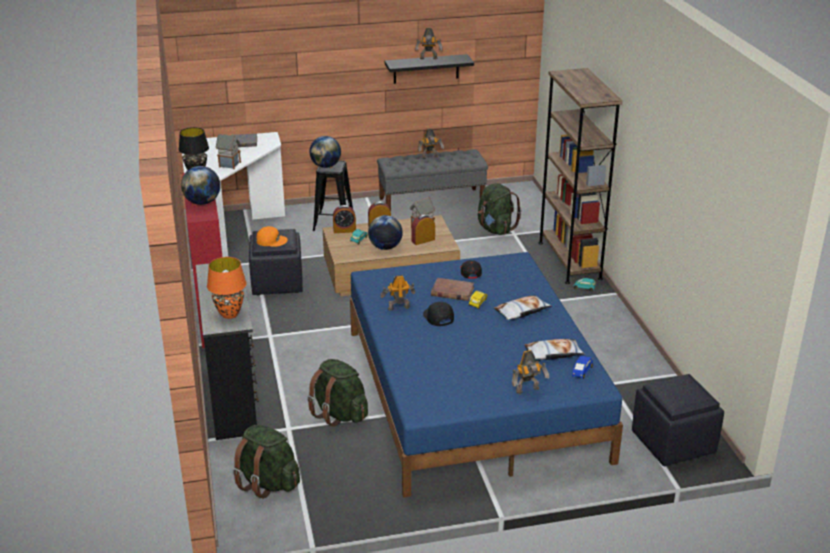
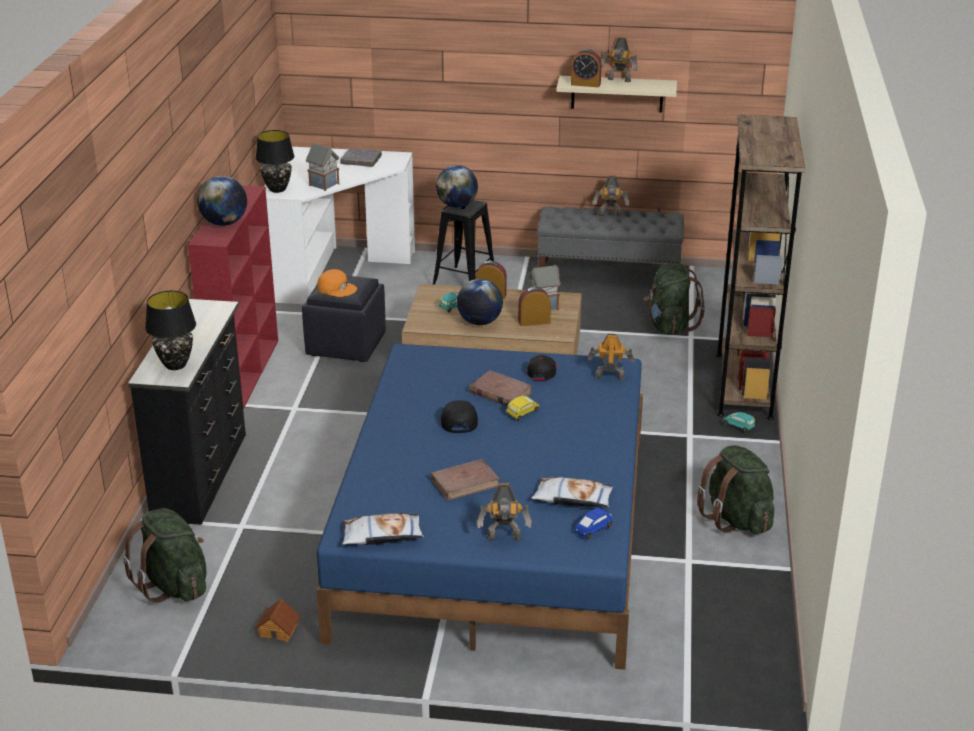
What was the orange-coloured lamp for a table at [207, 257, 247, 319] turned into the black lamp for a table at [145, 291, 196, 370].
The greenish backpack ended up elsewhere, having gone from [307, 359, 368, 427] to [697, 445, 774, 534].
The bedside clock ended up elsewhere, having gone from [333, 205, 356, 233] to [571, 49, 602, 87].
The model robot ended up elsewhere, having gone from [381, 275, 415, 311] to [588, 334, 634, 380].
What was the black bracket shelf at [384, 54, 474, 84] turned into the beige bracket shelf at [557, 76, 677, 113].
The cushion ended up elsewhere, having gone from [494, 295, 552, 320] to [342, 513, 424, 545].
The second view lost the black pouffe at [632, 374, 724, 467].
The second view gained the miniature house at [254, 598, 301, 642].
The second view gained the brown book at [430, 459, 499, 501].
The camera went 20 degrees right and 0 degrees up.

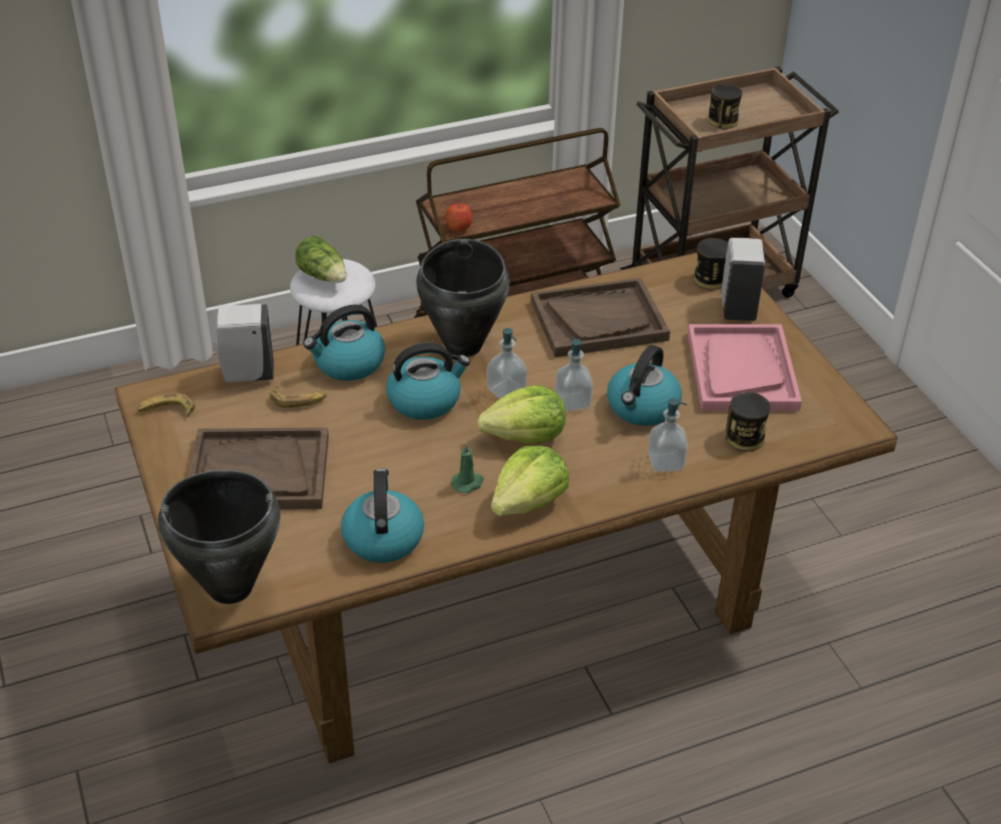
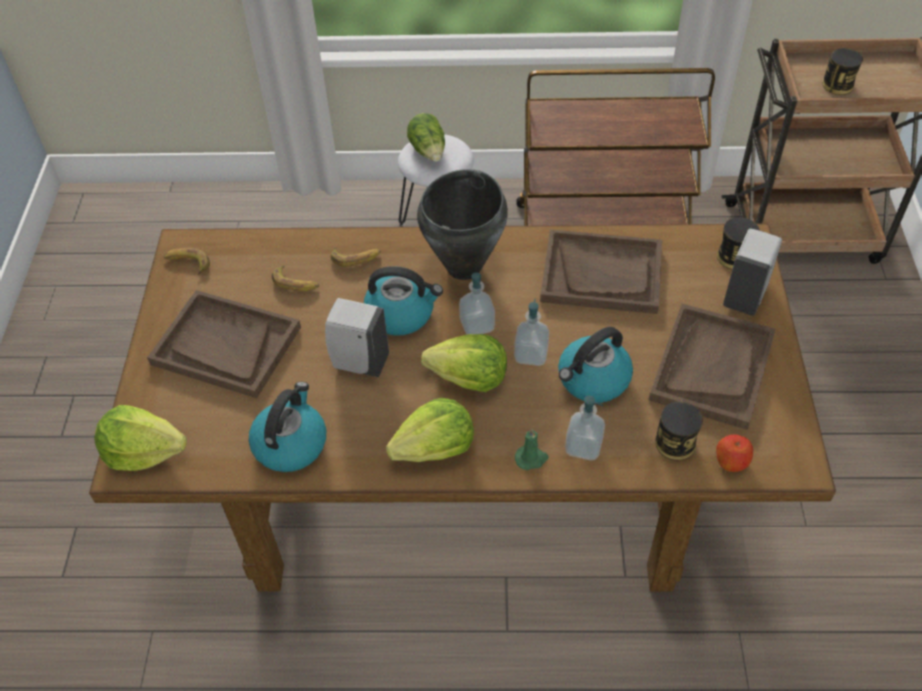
Where the black saucepot stood at [158, 470, 281, 604], the head of lettuce came to stand at [94, 405, 187, 471].
The white soap dispenser ended up elsewhere, having gone from [215, 304, 274, 383] to [325, 298, 389, 377].
Where the tea kettle stood at [303, 305, 385, 381], the whole banana came to stand at [331, 248, 381, 267].
The whole apple ended up elsewhere, having gone from [445, 203, 472, 231] to [716, 434, 753, 472].
The greenish candle ended up elsewhere, having gone from [451, 443, 484, 493] to [515, 428, 548, 470].
What was the pink-coloured serving tray at [688, 324, 802, 411] turned into the brown serving tray at [649, 304, 776, 430].
The camera went 25 degrees right and 10 degrees up.

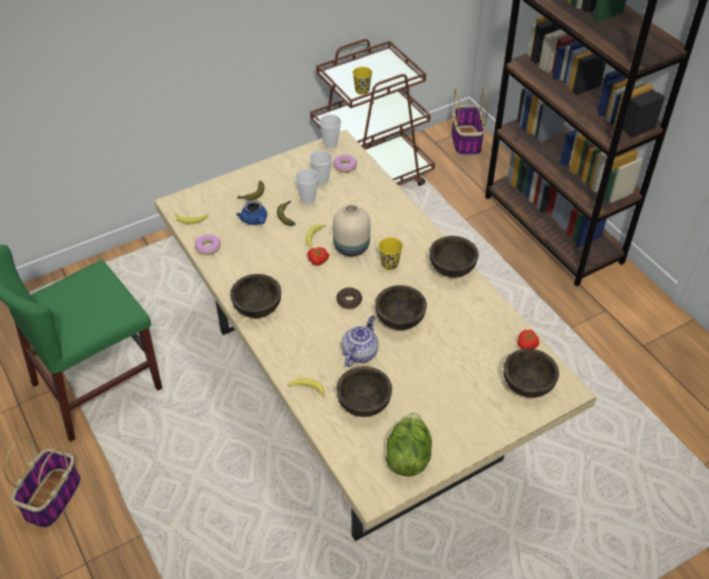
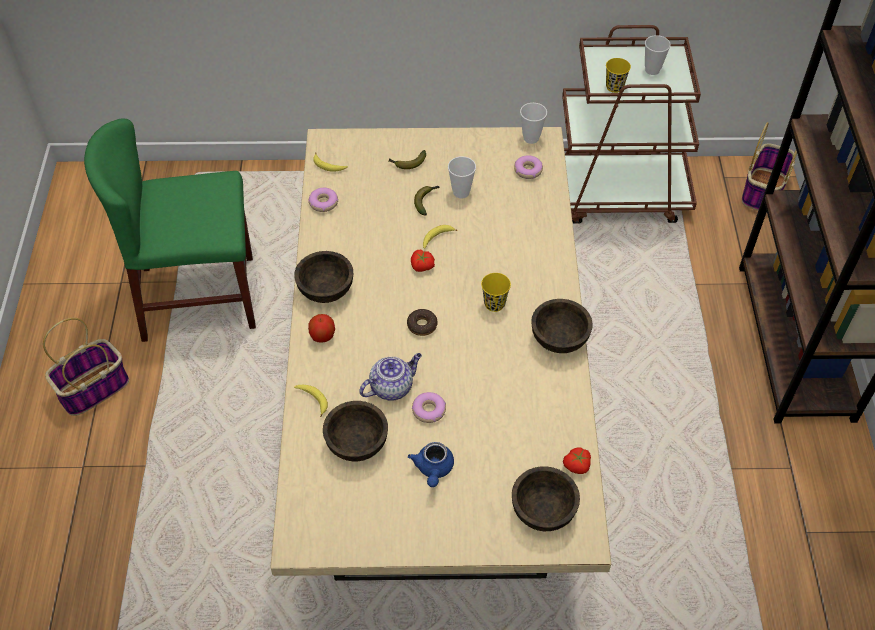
The bluish teapot ended up elsewhere, having gone from [236, 200, 267, 225] to [408, 442, 454, 487].
The small cup ended up elsewhere, having gone from [309, 150, 332, 185] to [645, 35, 671, 75].
The second view lost the beige flower vase at [333, 204, 370, 256].
The second view lost the brown deep dish at [375, 285, 427, 330].
The second view lost the head of lettuce at [386, 413, 432, 477].
The second view gained the whole apple at [308, 314, 335, 343].
The second view gained the donut at [412, 392, 446, 423].
The camera went 30 degrees right and 5 degrees up.

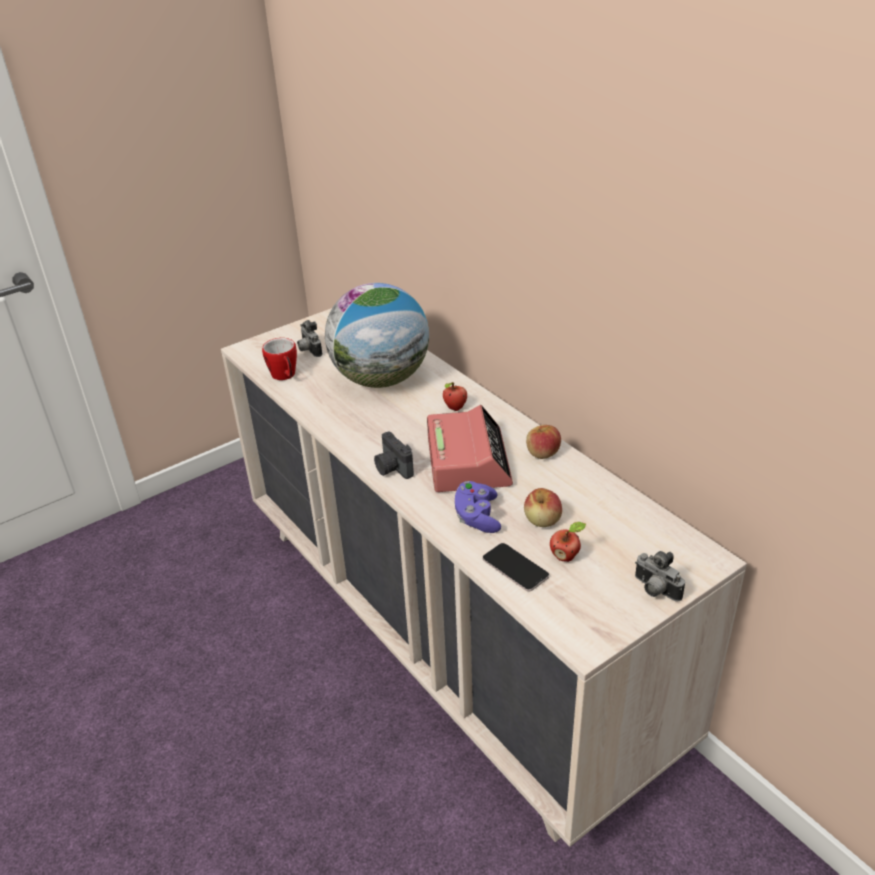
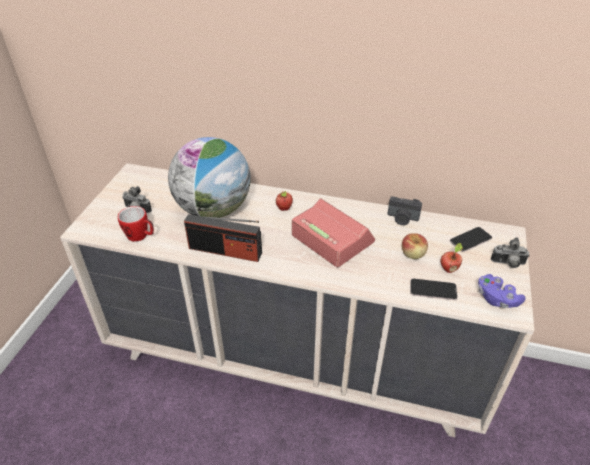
The photo camera ended up elsewhere, having gone from [374, 432, 414, 479] to [388, 196, 422, 225].
The purple-coloured game controller ended up elsewhere, having gone from [455, 481, 501, 533] to [478, 274, 525, 308].
The second view lost the whole apple at [526, 425, 561, 459].
The second view gained the radio set at [184, 214, 262, 262].
The second view gained the telephone at [450, 227, 492, 252].
The camera went 40 degrees left and 5 degrees up.

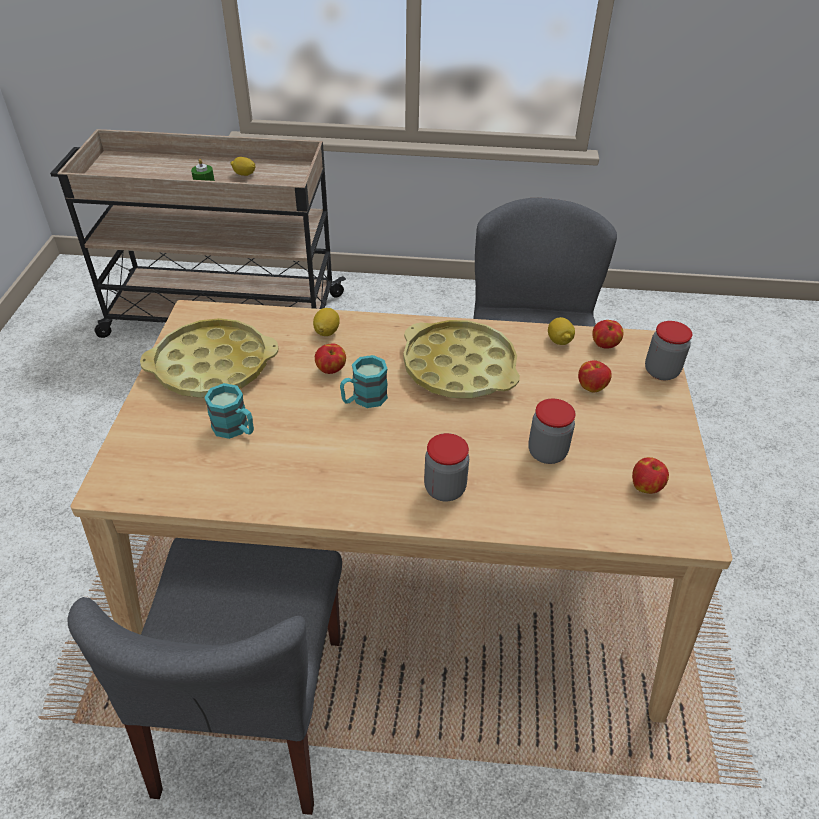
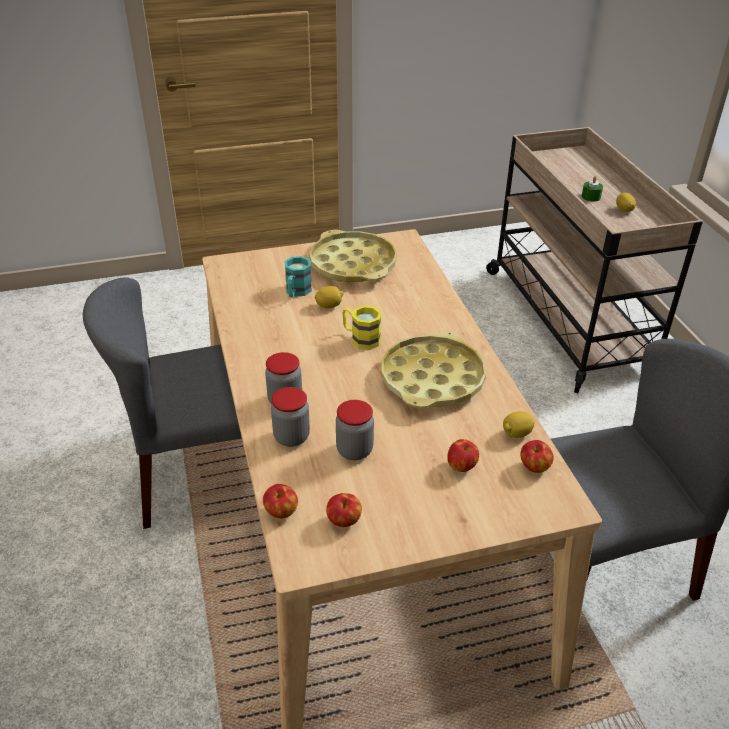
The whole lemon ended up elsewhere, having gone from [313, 308, 340, 336] to [315, 286, 344, 309].
The whole apple ended up elsewhere, having gone from [315, 343, 346, 374] to [263, 484, 298, 518].
What was the turquoise-coloured coffee mug at [340, 355, 388, 408] turned into the yellow-coloured coffee mug at [342, 306, 382, 350].
The preserve jar ended up elsewhere, having gone from [645, 321, 693, 380] to [271, 387, 310, 447].
The camera went 70 degrees right and 5 degrees down.

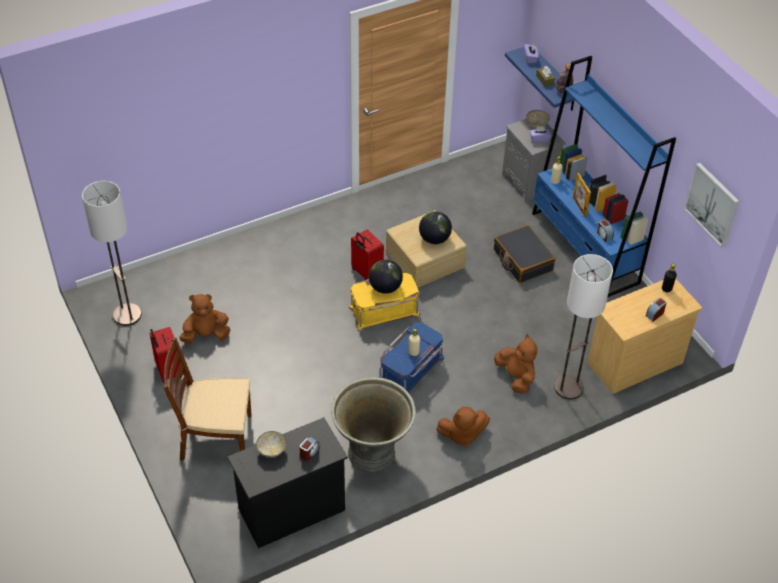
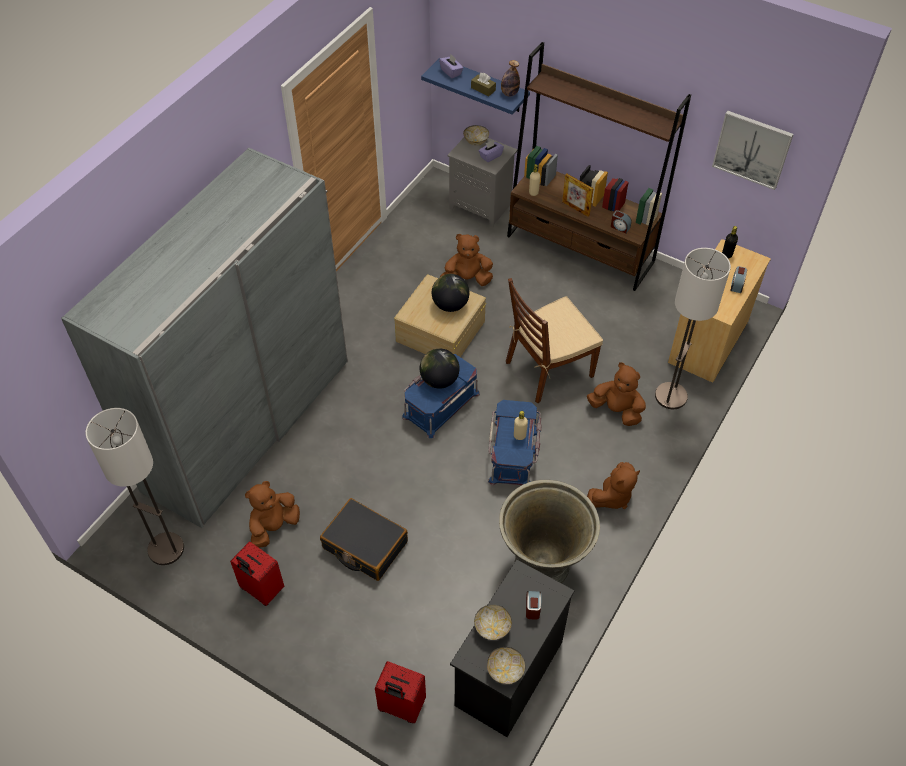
The brown plain chair ended up elsewhere, having gone from [163, 337, 252, 461] to [506, 278, 603, 403].
What was the yellow-coloured storage container at [349, 273, 420, 331] turned into the bluish storage container at [402, 354, 480, 438].
The red suitcase ended up elsewhere, having gone from [351, 229, 384, 280] to [375, 661, 426, 723].
The black suitcase ended up elsewhere, having gone from [494, 225, 555, 283] to [320, 498, 408, 581].
What was the bluish bookshelf at [532, 56, 676, 297] turned into the brown bookshelf at [507, 42, 691, 291].
The second view gained the greyish wardrobe at [61, 148, 348, 528].
The second view gained the brown plush toy at [440, 234, 493, 286].
The second view gained the deep dish at [487, 647, 526, 684].
The camera went 30 degrees left and 5 degrees up.

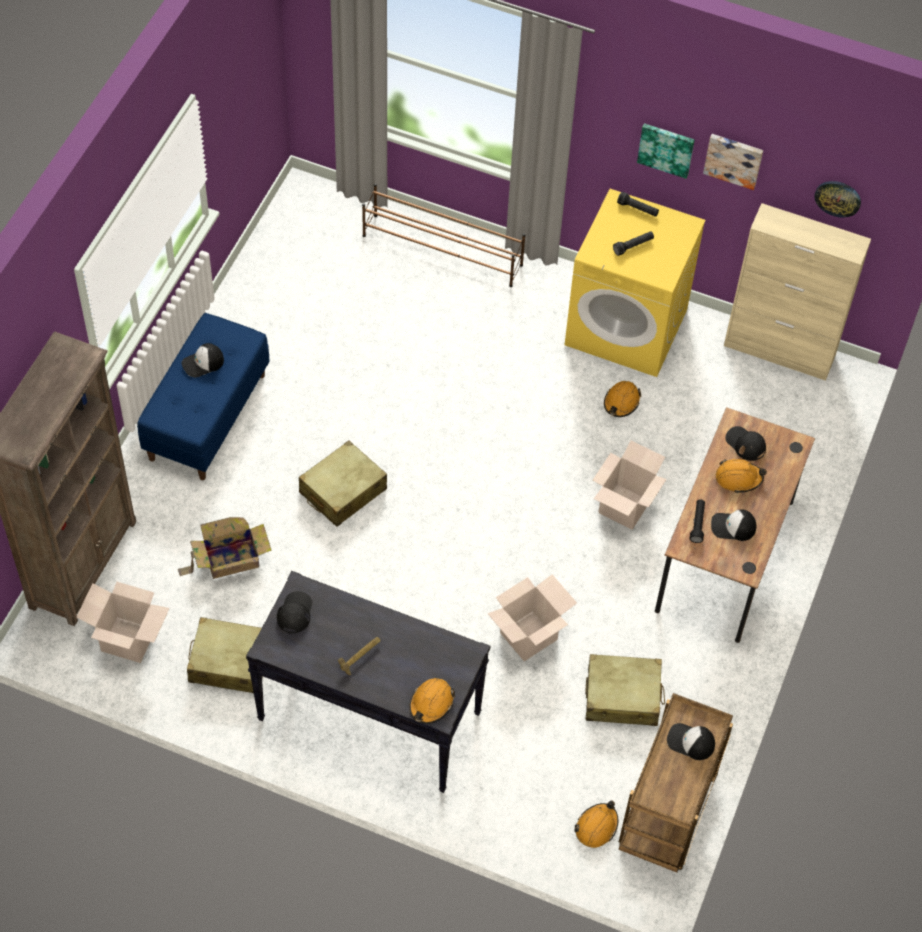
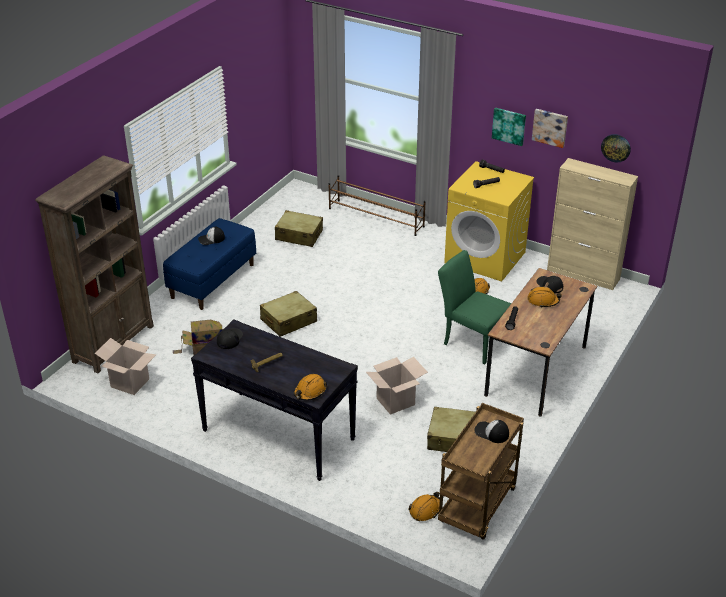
The beige suitcase ended up elsewhere, having gone from [187, 617, 263, 693] to [275, 210, 323, 247].
Where the carton stood at [592, 440, 667, 530], the greenish plain chair came to stand at [438, 250, 511, 364].
The second view lost the baseball cap at [711, 509, 756, 541].
The camera went 10 degrees right and 20 degrees down.

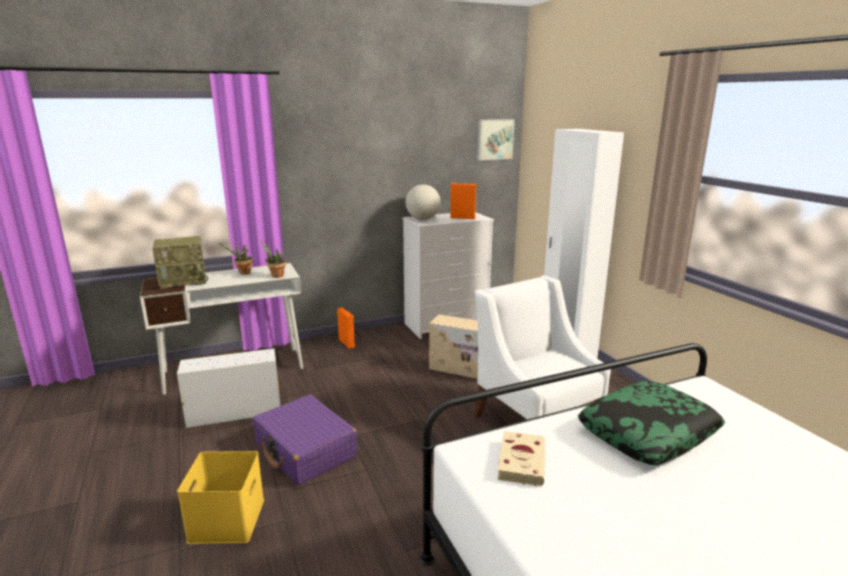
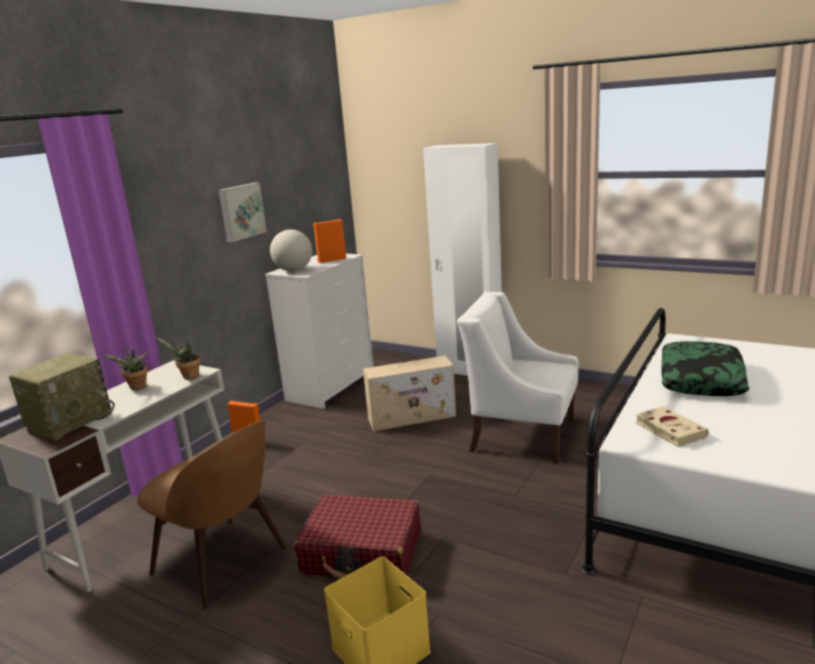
Where the white storage container stood at [177, 349, 280, 428], the brown plain chair came to stand at [137, 420, 286, 609].
What was the purple-coloured suitcase at [252, 394, 358, 486] turned into the red suitcase at [295, 494, 421, 580].
The wall picture ended up elsewhere, having gone from [477, 119, 515, 160] to [218, 183, 267, 242].
The camera went 35 degrees left and 0 degrees up.

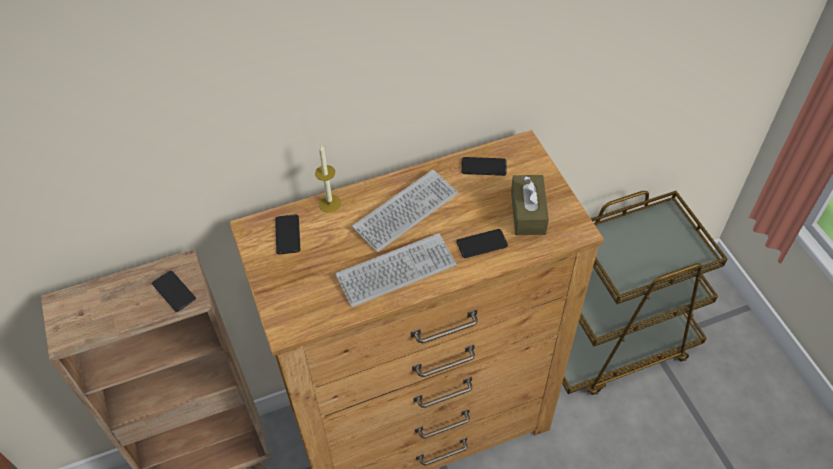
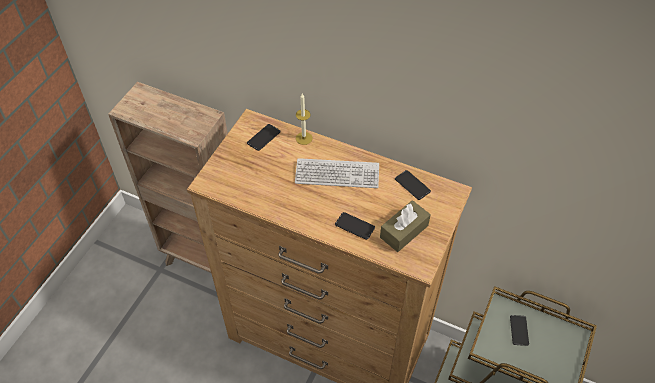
The telephone ended up elsewhere, having gone from [152, 271, 196, 312] to [510, 315, 529, 346].
The second view lost the computer keyboard at [336, 233, 457, 307].
The camera went 45 degrees right and 0 degrees up.

